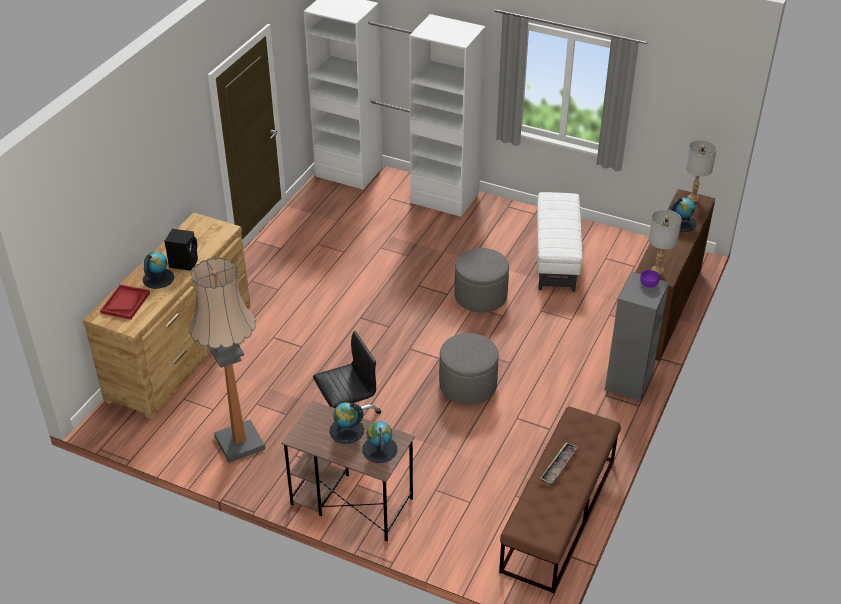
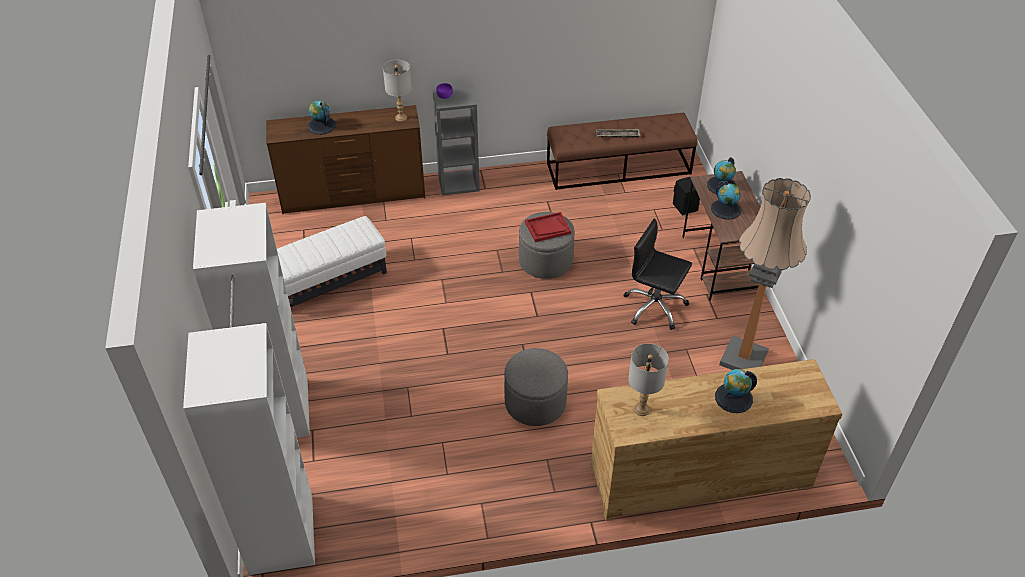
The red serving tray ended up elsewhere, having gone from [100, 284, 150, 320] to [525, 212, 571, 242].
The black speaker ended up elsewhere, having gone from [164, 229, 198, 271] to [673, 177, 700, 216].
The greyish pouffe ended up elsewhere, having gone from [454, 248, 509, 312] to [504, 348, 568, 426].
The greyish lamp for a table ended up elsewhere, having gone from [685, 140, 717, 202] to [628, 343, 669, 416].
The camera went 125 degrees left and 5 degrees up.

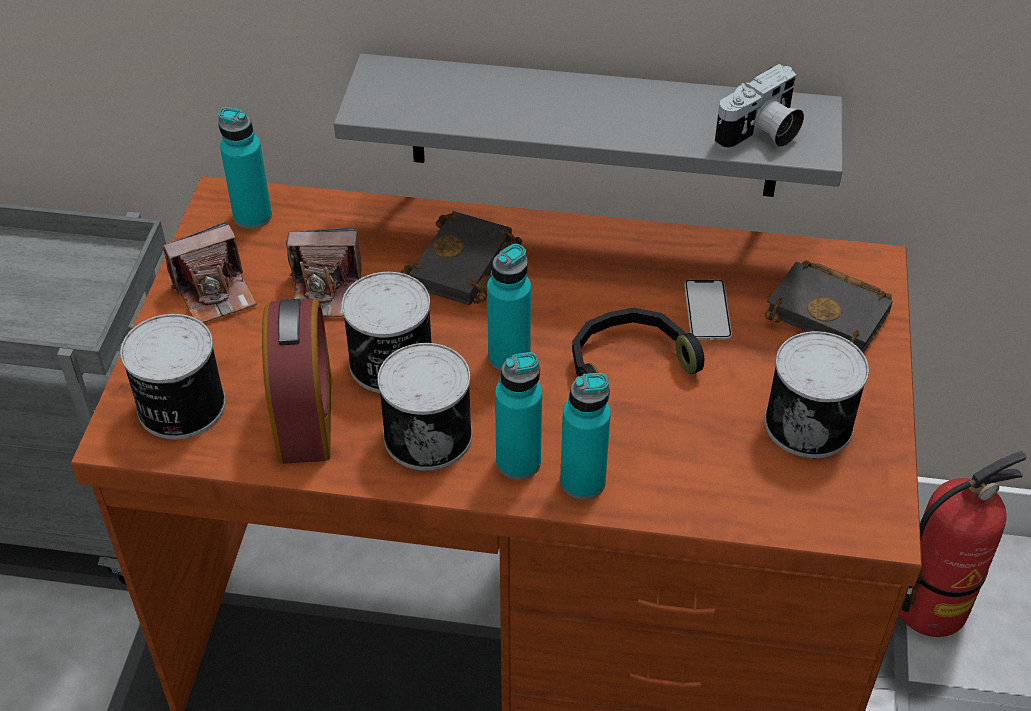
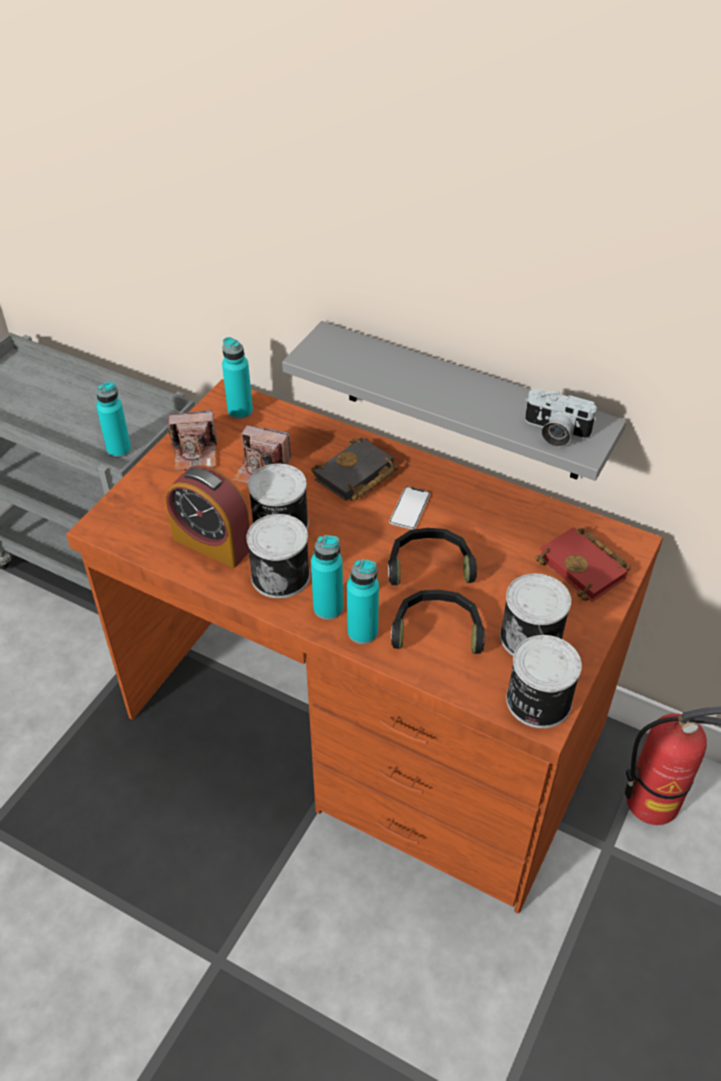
The can ended up elsewhere, having gone from [120, 314, 226, 440] to [506, 635, 582, 728].
The bedside clock at [262, 299, 331, 464] ended up facing another way, 105 degrees clockwise from before.
The turquoise-coloured drink bottle ended up elsewhere, having gone from [487, 244, 531, 371] to [96, 381, 131, 458].
The telephone ended up elsewhere, having gone from [684, 280, 732, 340] to [389, 486, 430, 530].
The photo camera at [715, 64, 804, 150] ended up facing another way, 45 degrees clockwise from before.
What was the black book at [765, 260, 893, 353] turned into the red book at [535, 527, 631, 602].
The second view gained the black headset at [391, 590, 485, 654].
The camera went 20 degrees right and 0 degrees up.

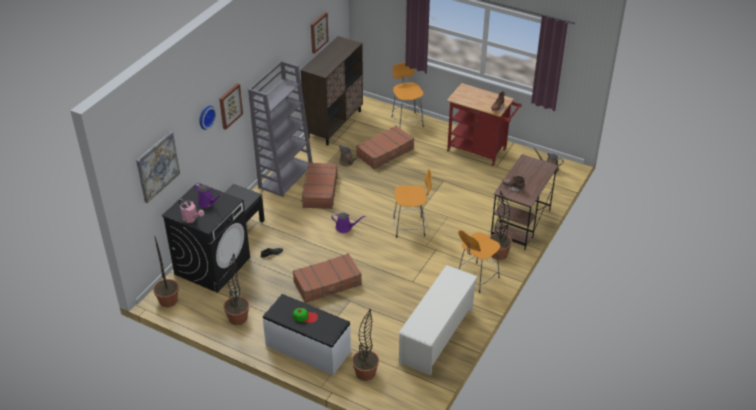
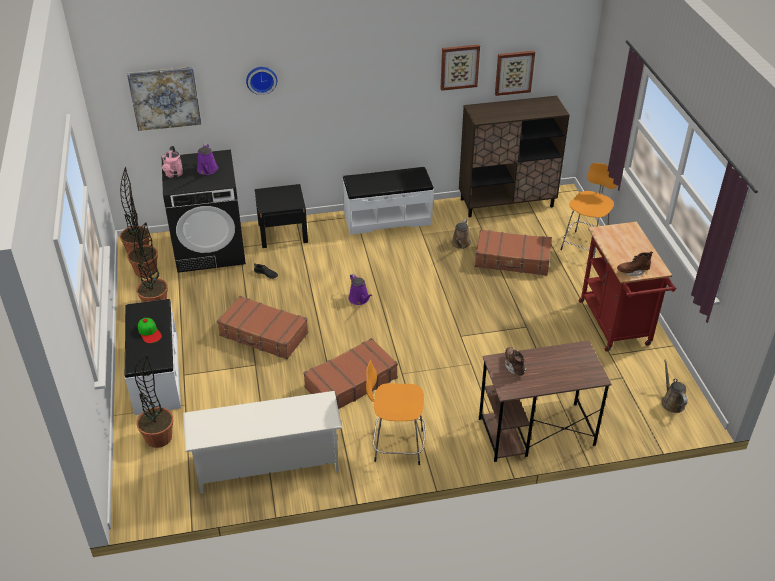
The wall picture ended up elsewhere, having gone from [219, 83, 243, 130] to [440, 45, 480, 91].
Where the greyish bookshelf stood at [248, 60, 313, 197], the white long seat came to stand at [343, 167, 434, 235].
The brown suitcase ended up elsewhere, having gone from [301, 162, 338, 209] to [304, 338, 398, 409].
The second view lost the orange-coloured sitting stool at [392, 169, 432, 238].
The potted plant ended up elsewhere, having gone from [490, 191, 512, 260] to [127, 185, 158, 278].
The camera went 50 degrees right and 0 degrees up.

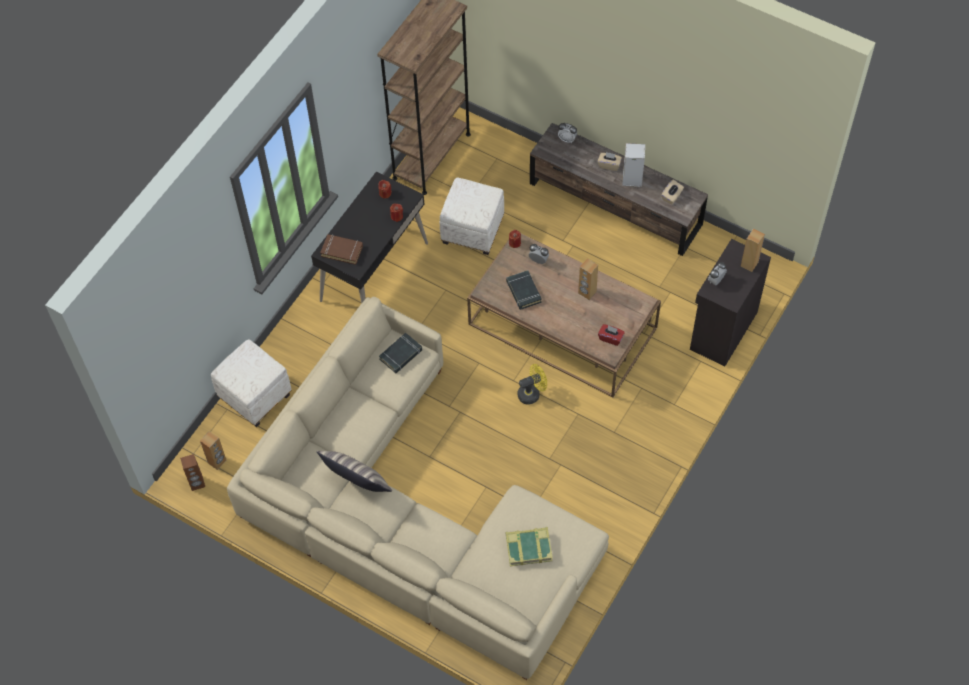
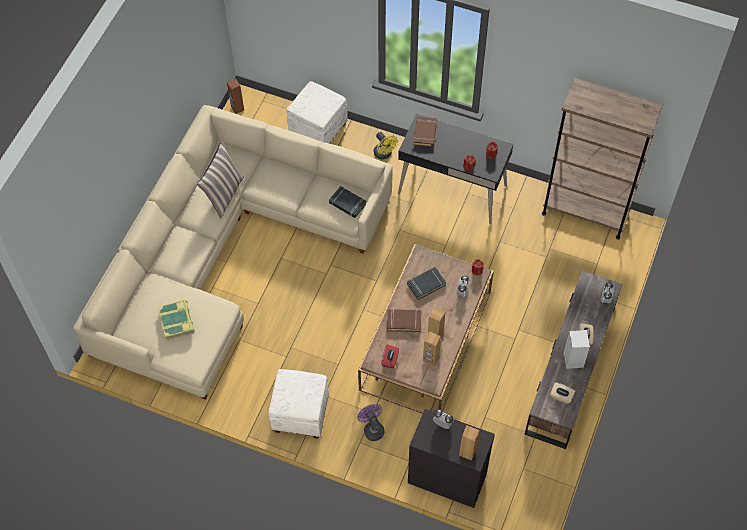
The brown speaker ended up elsewhere, having gone from [200, 431, 226, 470] to [423, 331, 441, 366].
The white pouffe ended up elsewhere, having gone from [439, 178, 504, 255] to [268, 369, 329, 438].
The yellow-coloured fan ended up elsewhere, having gone from [517, 364, 547, 405] to [374, 132, 398, 160].
The second view gained the purple-coloured fan at [357, 404, 384, 441].
The second view gained the brown book at [387, 309, 421, 332].
The camera went 80 degrees right and 0 degrees up.

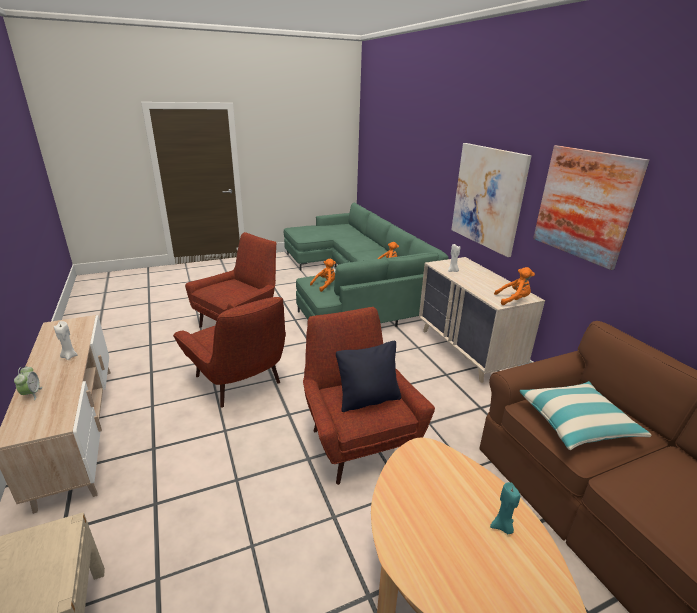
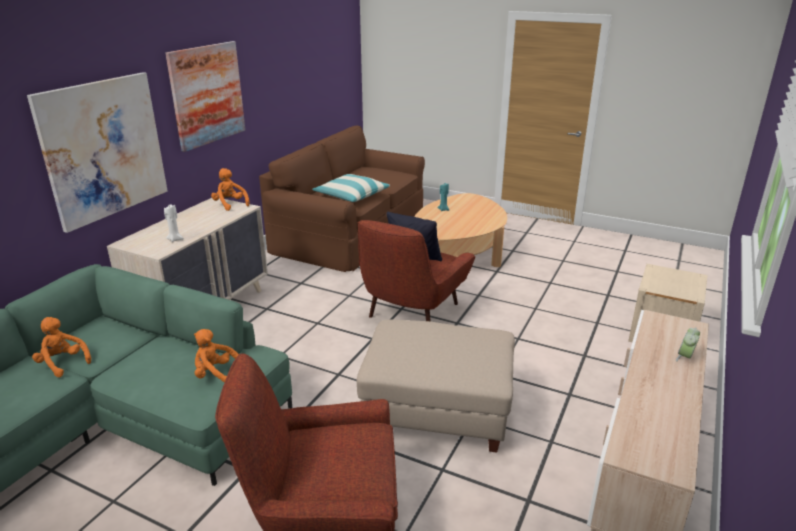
The second view lost the white candle at [54, 321, 78, 360].
Where the red lounge chair stood at [173, 297, 286, 408], the beige pouffe came to stand at [357, 320, 515, 452].
The camera went 130 degrees left and 0 degrees up.

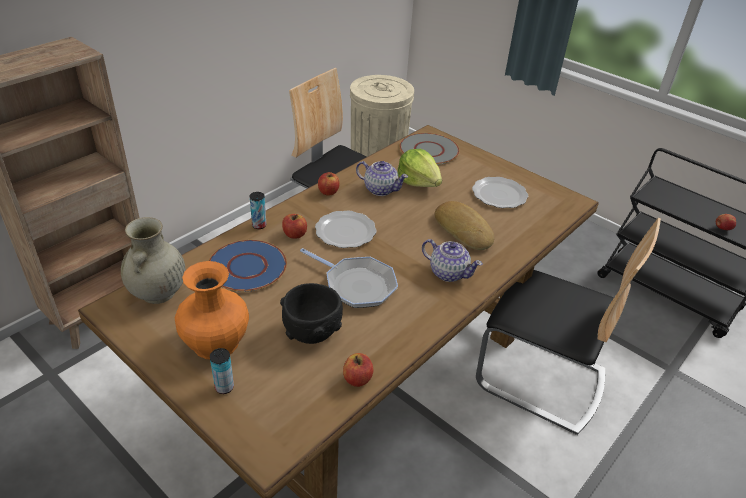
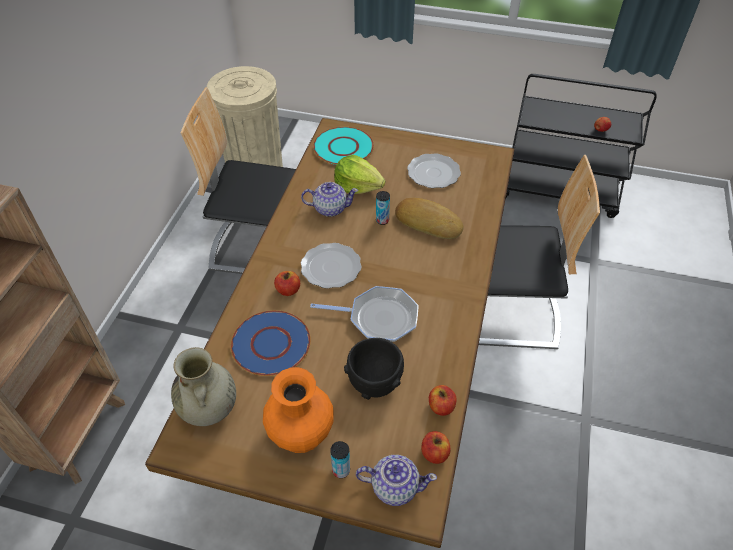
The can ended up elsewhere, having gone from [250, 192, 266, 229] to [376, 191, 390, 225].
The whole apple ended up elsewhere, having gone from [318, 172, 340, 196] to [421, 431, 451, 464].
What was the greyish plate at [399, 133, 460, 165] turned into the turquoise-coloured plate at [313, 127, 374, 165].
The teapot ended up elsewhere, having gone from [422, 239, 483, 282] to [356, 455, 437, 506].
The camera went 25 degrees left and 10 degrees up.

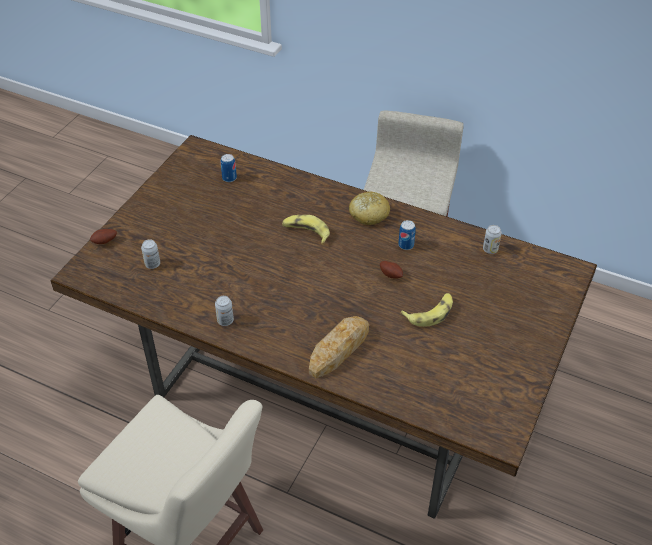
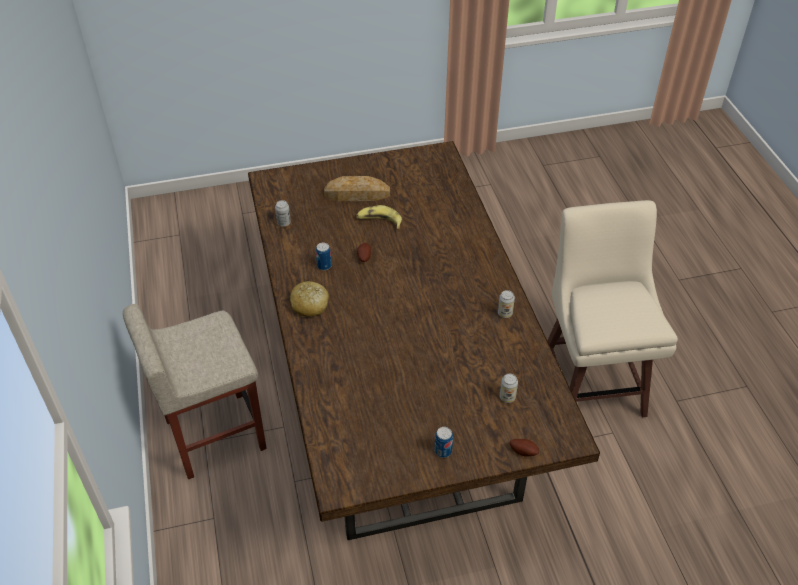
The can ended up elsewhere, having gone from [221, 154, 237, 182] to [435, 427, 453, 458].
The second view lost the whole banana at [282, 215, 330, 244].
The bread ended up elsewhere, having gone from [309, 316, 369, 378] to [324, 176, 390, 201].
The camera went 130 degrees left and 0 degrees up.

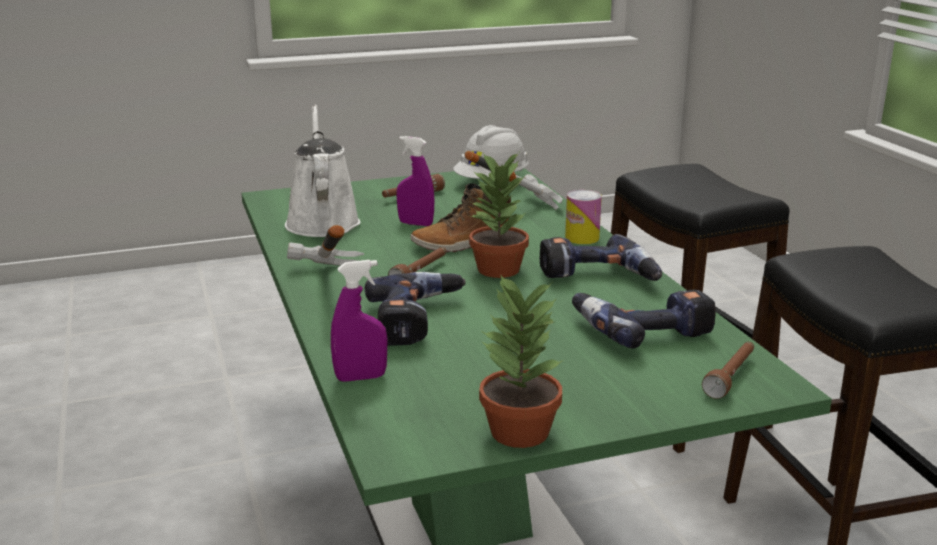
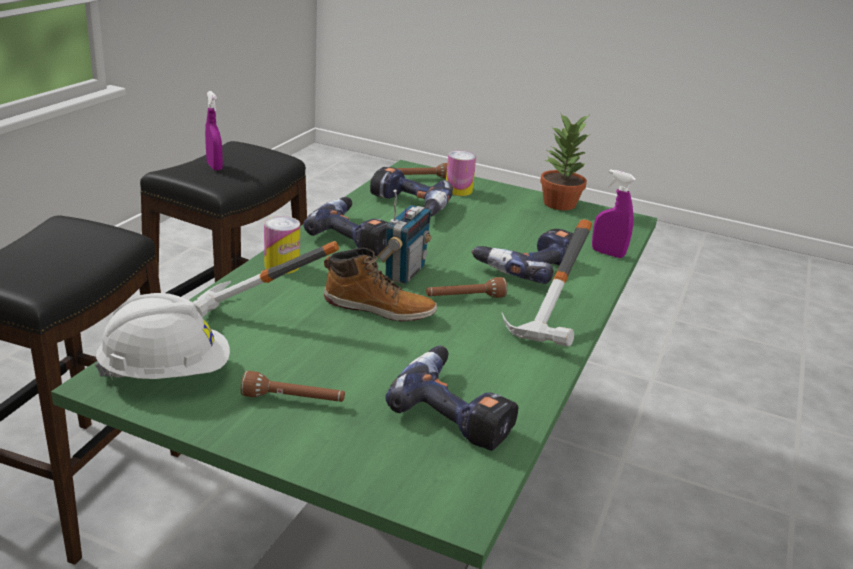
Where the white watering pot stood at [285, 105, 361, 237], the power drill came to stand at [385, 346, 518, 451].
The purple-coloured hand sprayer ended up elsewhere, having gone from [396, 136, 434, 226] to [205, 91, 223, 170].
Where the potted plant stood at [469, 153, 529, 278], the radio set came to stand at [377, 190, 432, 284].
The second view gained the can at [446, 151, 476, 196].
The camera went 140 degrees left and 5 degrees up.

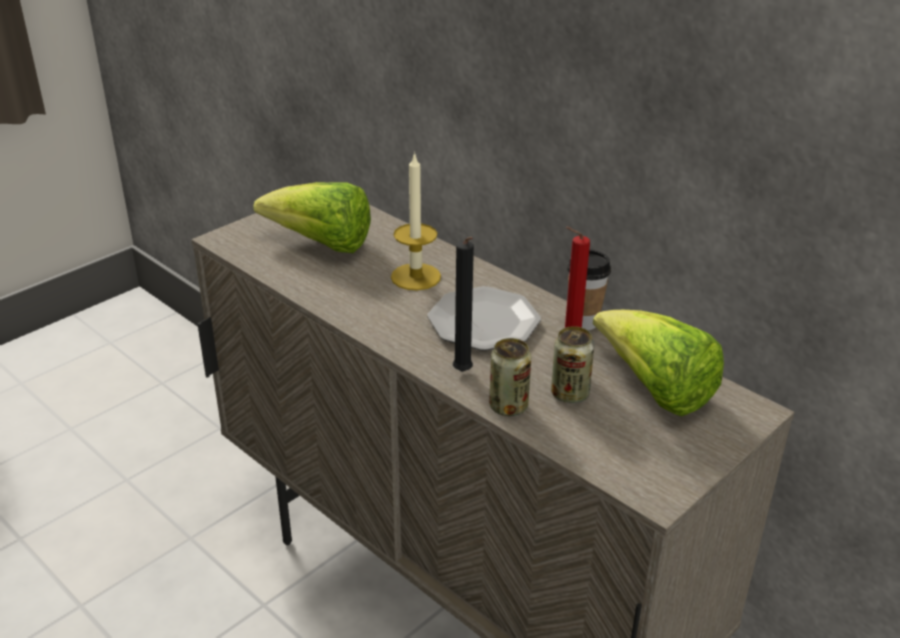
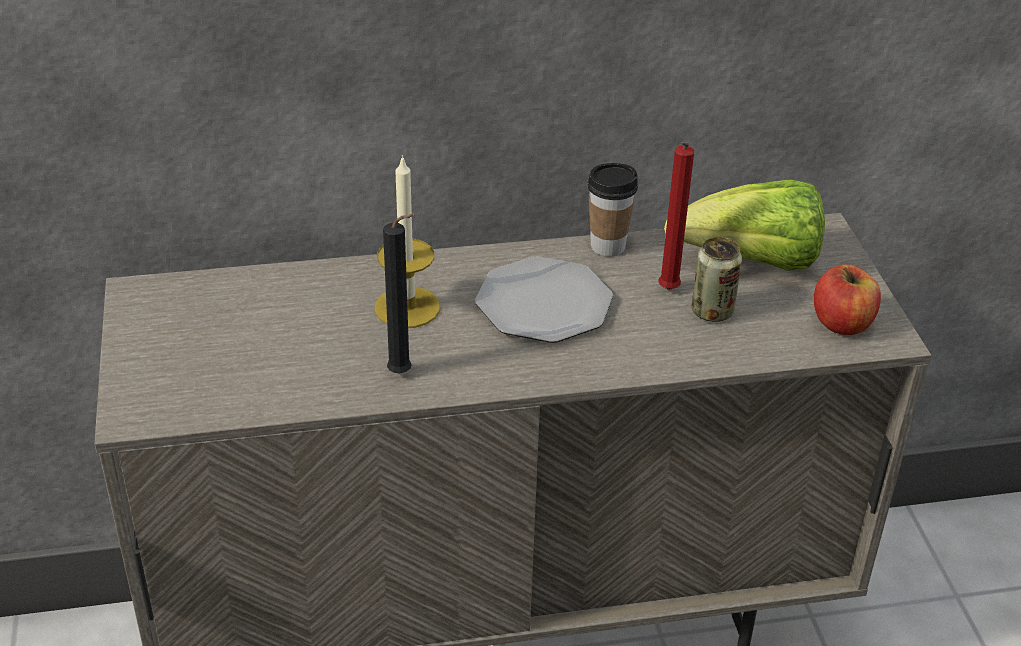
The second view lost the head of lettuce at [253, 182, 371, 253].
The black candle ended up elsewhere, having gone from [453, 237, 474, 372] to [383, 214, 415, 373].
The second view lost the can at [489, 338, 531, 416].
The second view gained the whole apple at [814, 264, 881, 335].
The camera went 55 degrees left and 5 degrees up.

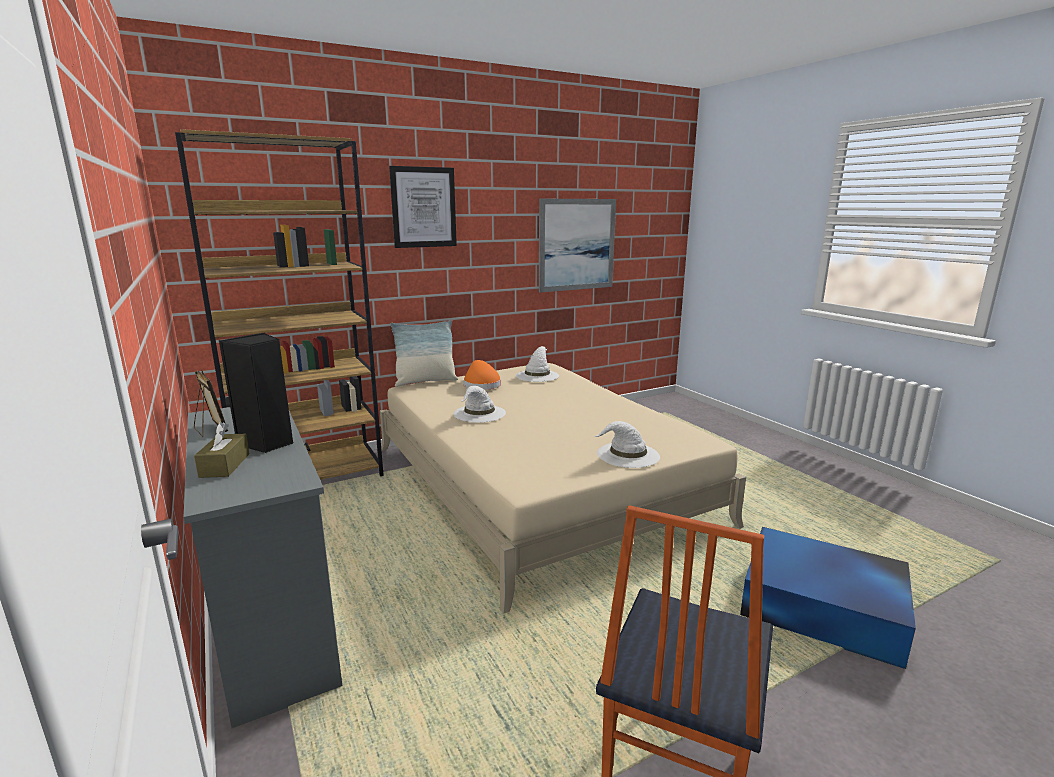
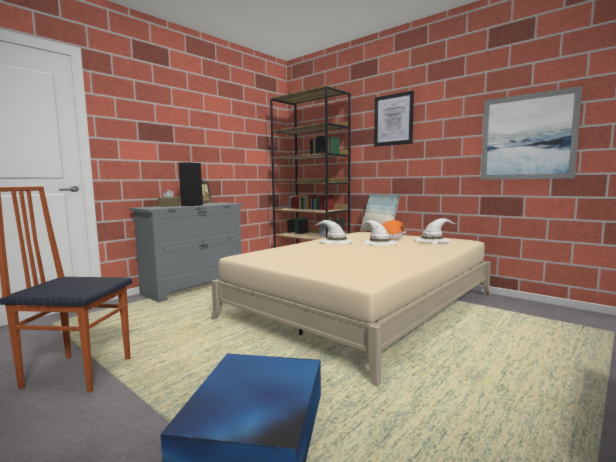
The white hat ended up elsewhere, having gone from [594, 421, 660, 468] to [358, 220, 398, 246].
The camera went 70 degrees right and 10 degrees down.

